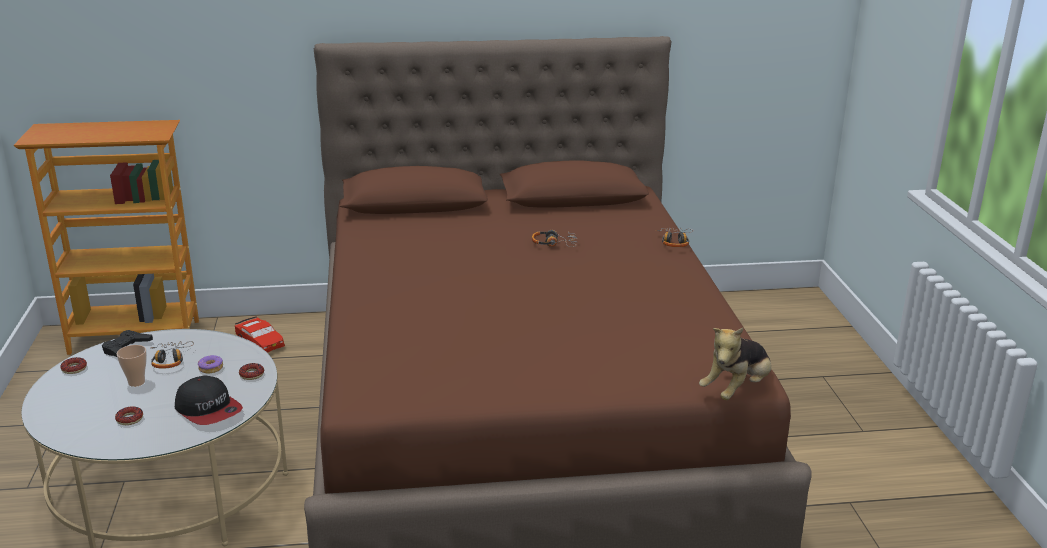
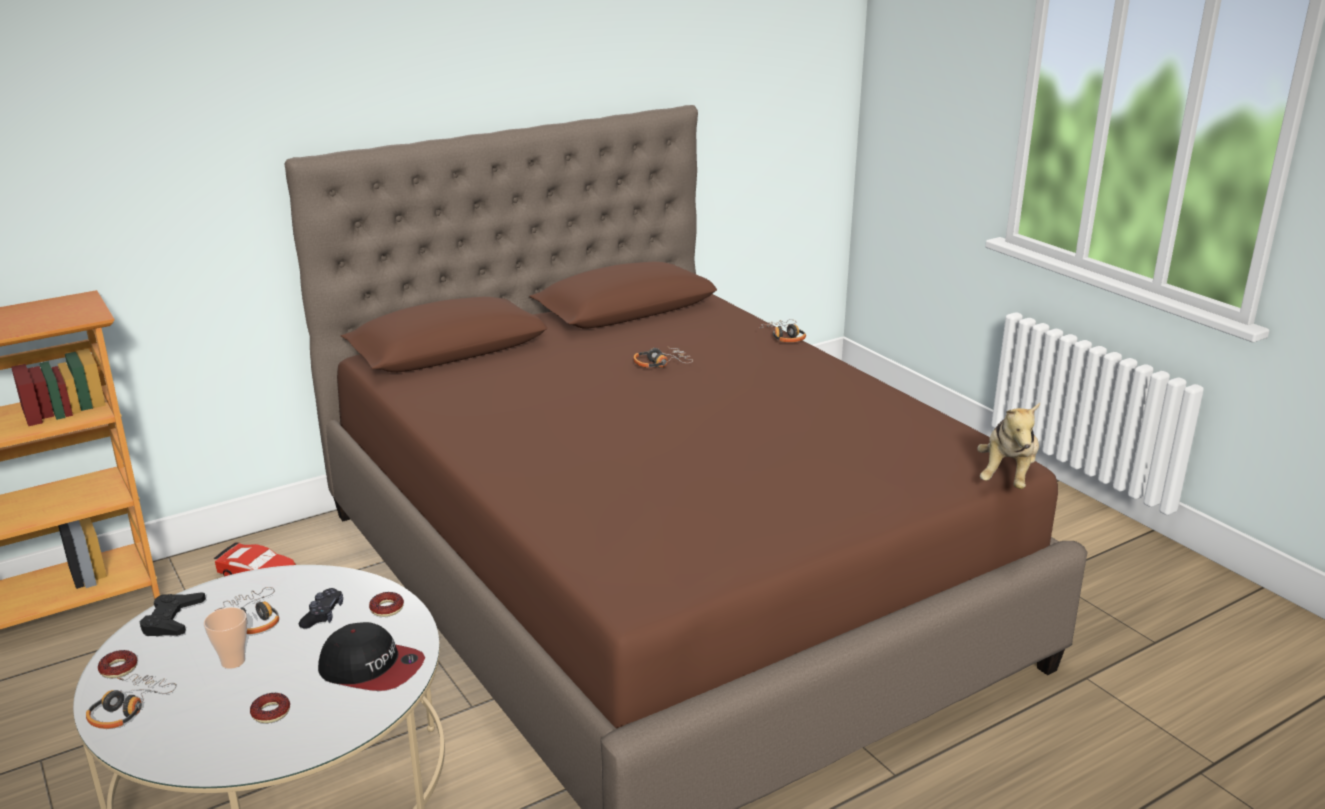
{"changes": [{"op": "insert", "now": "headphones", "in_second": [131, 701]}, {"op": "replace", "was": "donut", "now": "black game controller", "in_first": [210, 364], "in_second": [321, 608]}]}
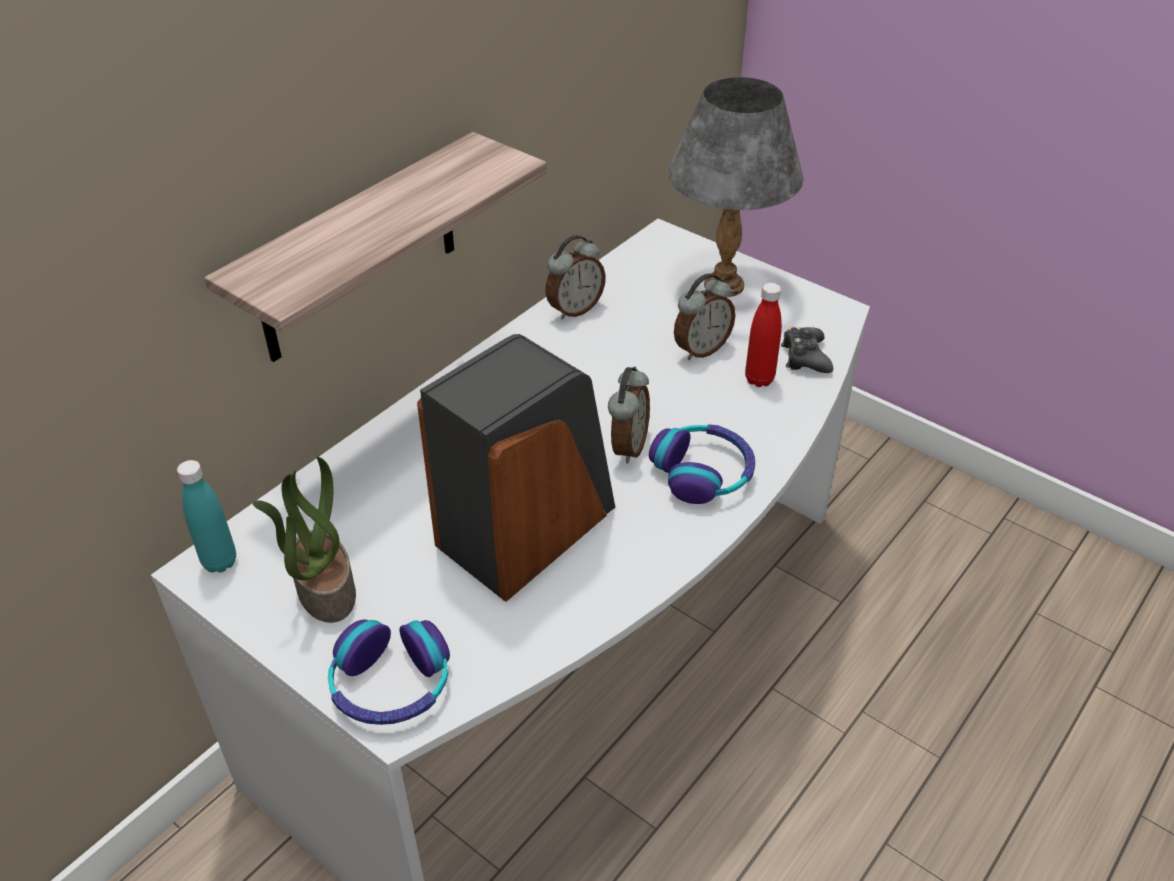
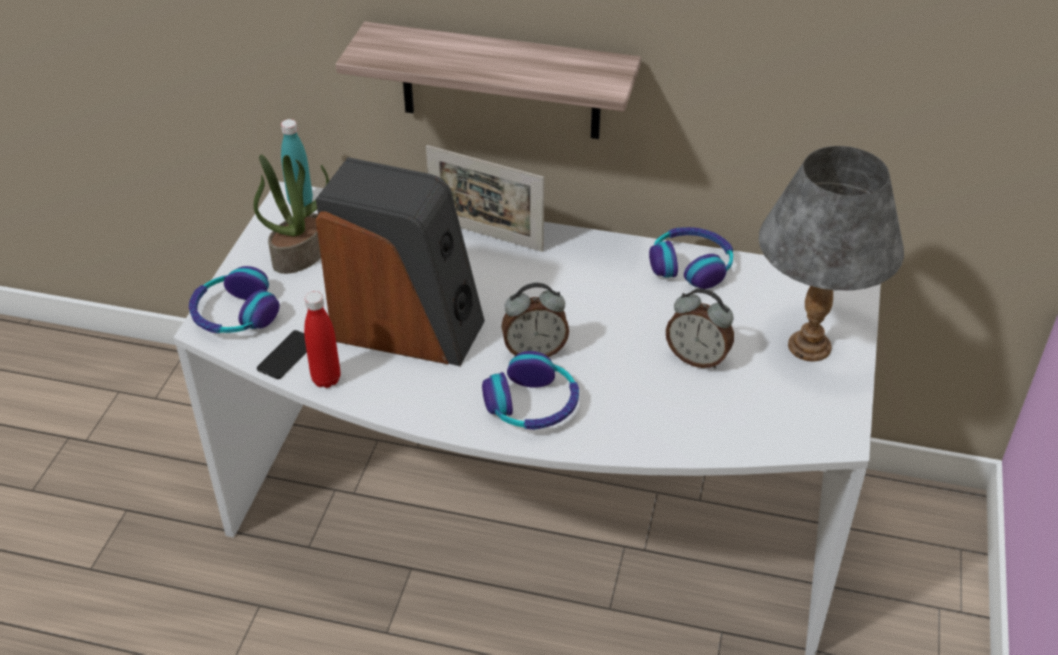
{"changes": [{"op": "delete", "was": "black game controller", "in_first": [807, 350]}, {"op": "insert", "now": "phone", "in_second": [282, 354]}, {"op": "insert", "now": "picture frame", "in_second": [485, 198]}, {"op": "move", "was": "red bottle", "in_first": [763, 335], "in_second": [322, 339]}, {"op": "replace", "was": "alarm clock", "now": "headphones", "in_first": [575, 277], "in_second": [691, 258]}]}
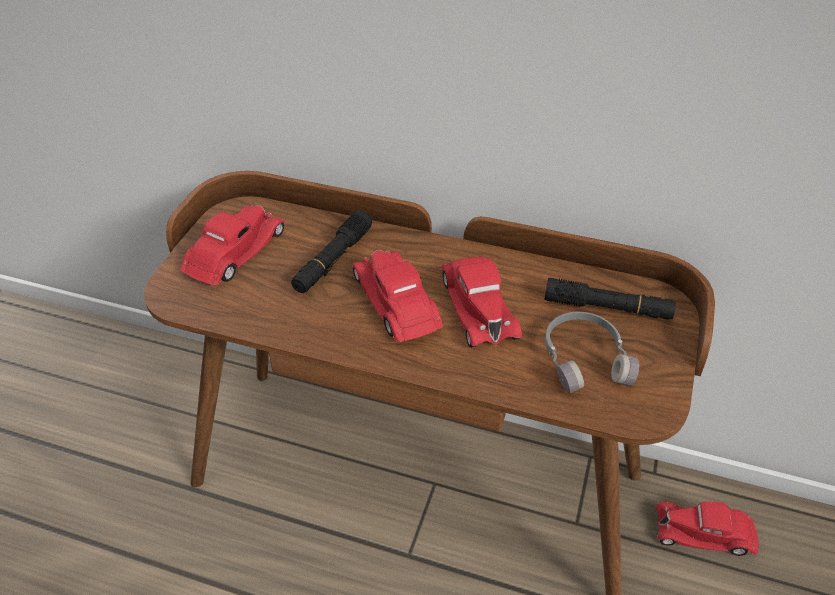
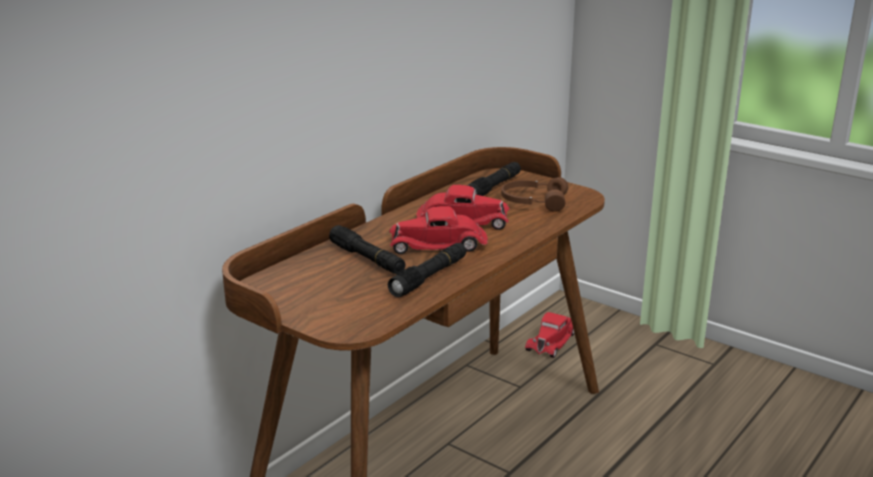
{"changes": [{"op": "delete", "was": "red toy car", "in_first": [232, 245]}, {"op": "insert", "now": "black flashlight", "in_second": [427, 270]}, {"op": "recolor", "was": "grey headphones", "now": "brown headphones", "in_first": [592, 352], "in_second": [534, 194]}]}
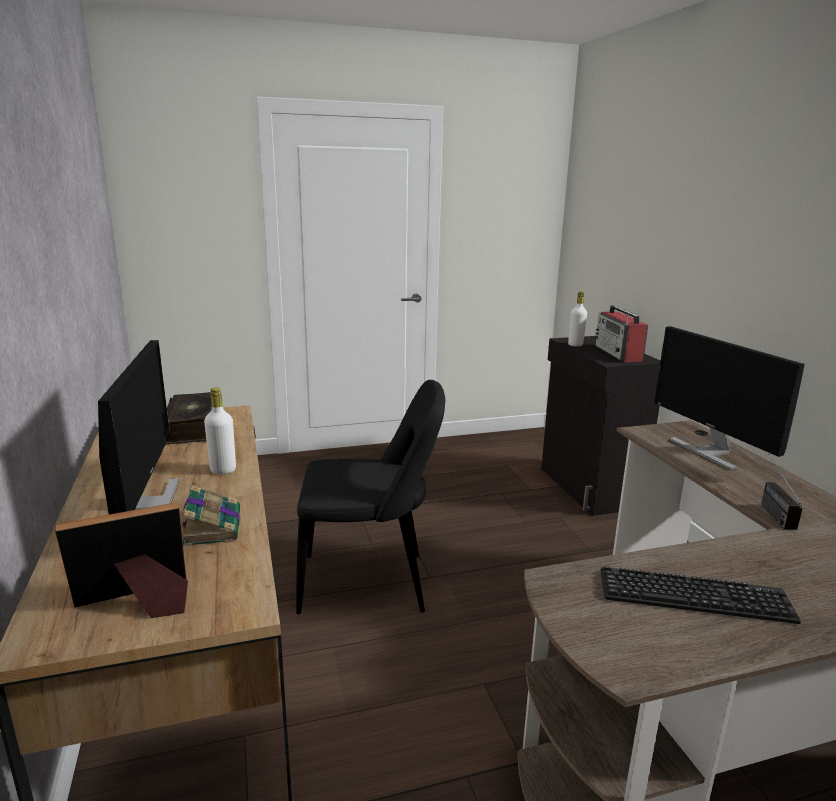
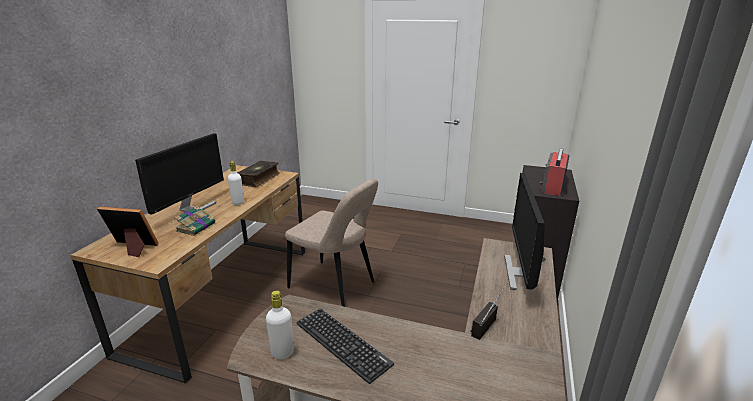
{"changes": [{"op": "move", "was": "white bottle", "in_first": [577, 319], "in_second": [280, 325]}, {"op": "recolor", "was": "black chair", "now": "beige chair", "in_first": [370, 497], "in_second": [331, 242]}]}
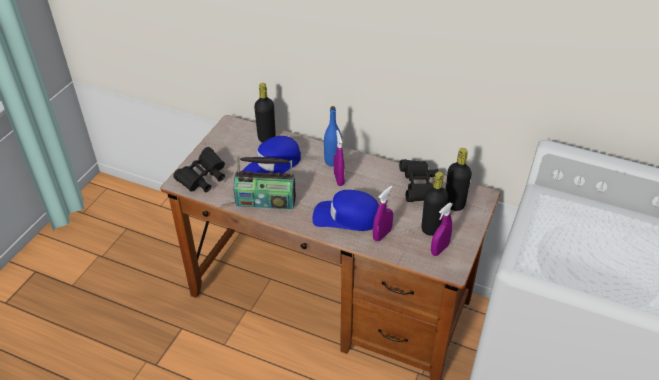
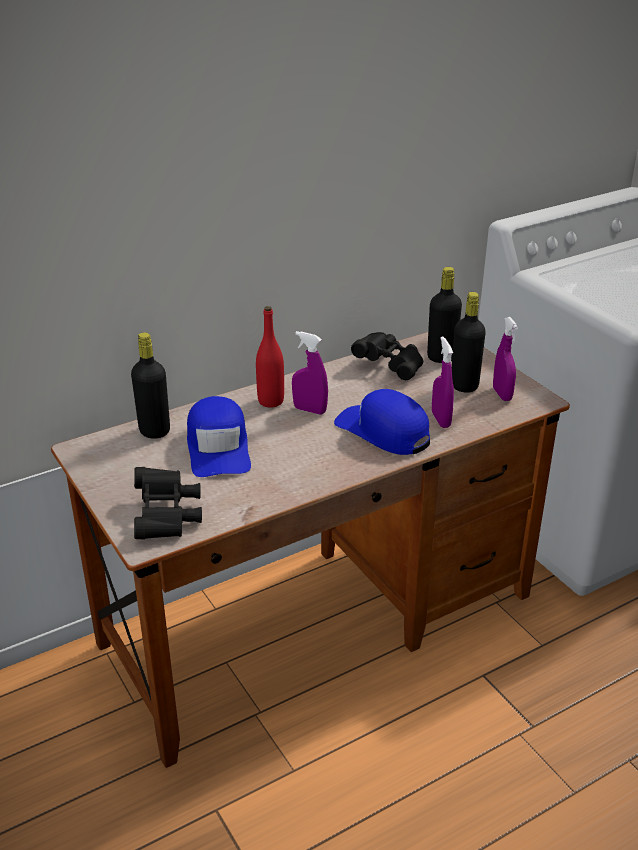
{"changes": [{"op": "delete", "was": "radio", "in_first": [264, 183]}, {"op": "recolor", "was": "blue bottle", "now": "red bottle", "in_first": [333, 136], "in_second": [270, 357]}, {"op": "rotate", "was": "blue cap", "in_first": [345, 210], "in_second": [382, 422], "clockwise": 90}]}
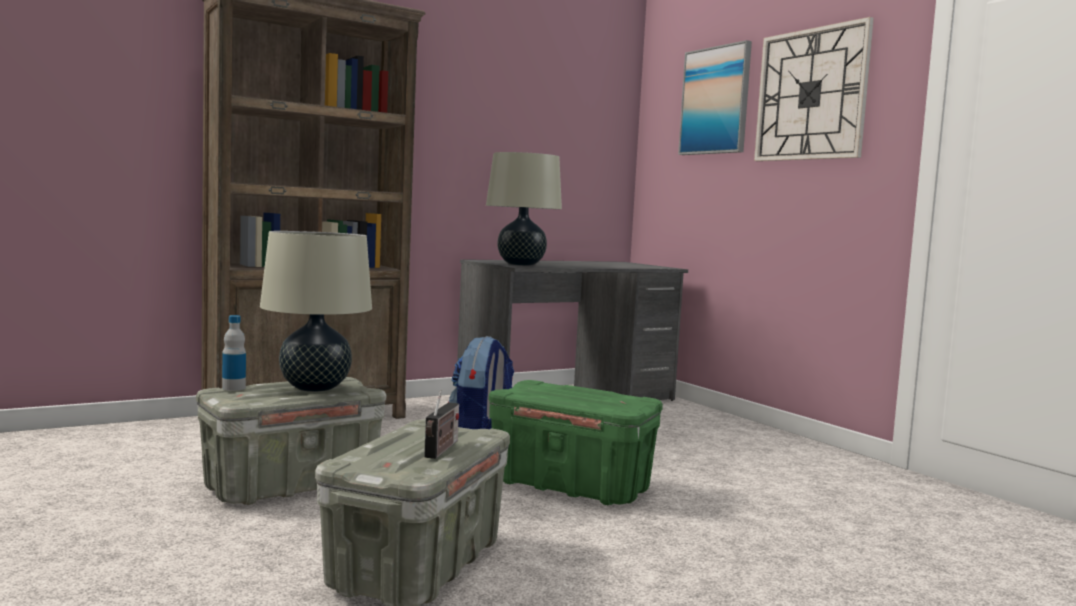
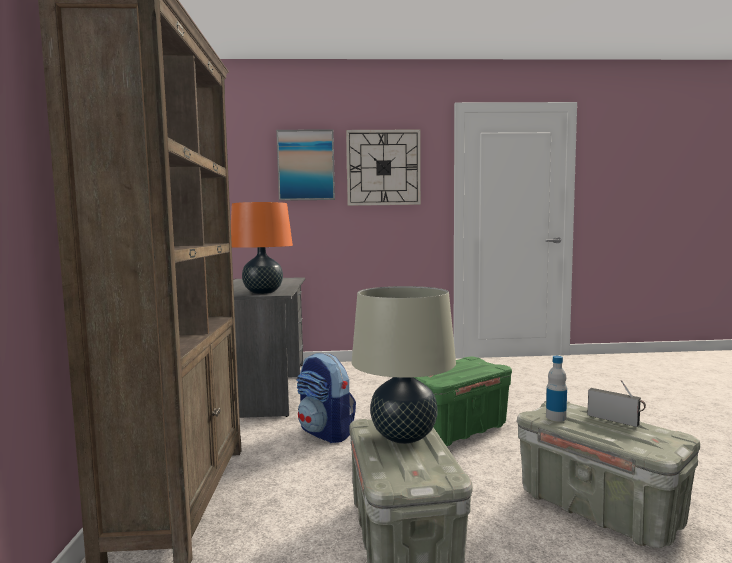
{"changes": [{"op": "move", "was": "bottle", "in_first": [234, 353], "in_second": [556, 389]}, {"op": "recolor", "was": "beige table lamp", "now": "orange table lamp", "in_first": [524, 209], "in_second": [262, 248]}]}
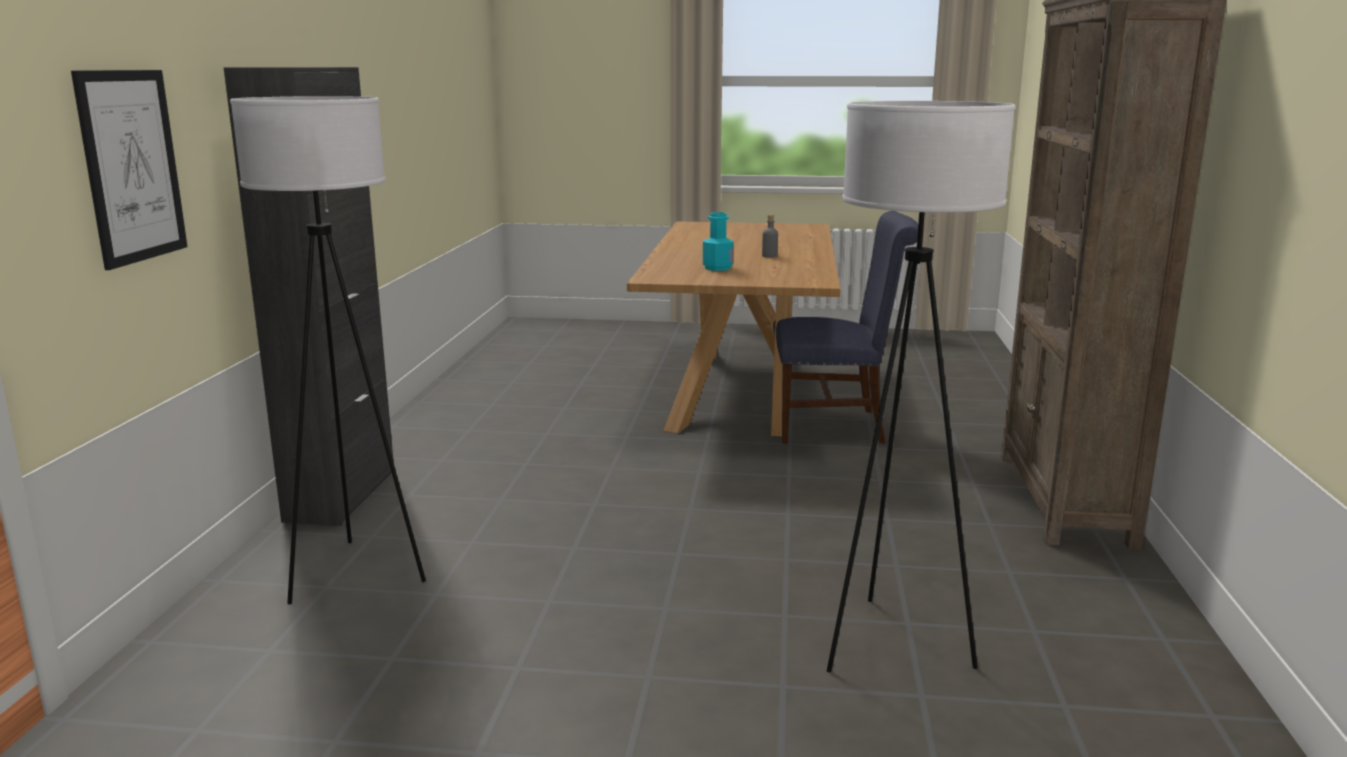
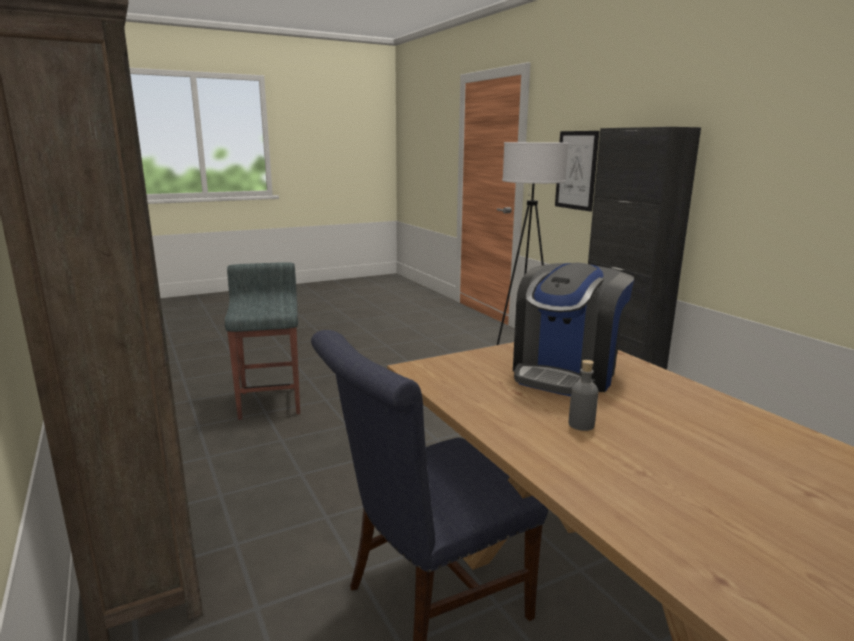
{"changes": [{"op": "replace", "was": "turquoise bottle", "now": "coffee machine", "in_first": [718, 241], "in_second": [573, 330]}, {"op": "replace", "was": "white floor lamp", "now": "grey stool", "in_first": [921, 387], "in_second": [262, 341]}]}
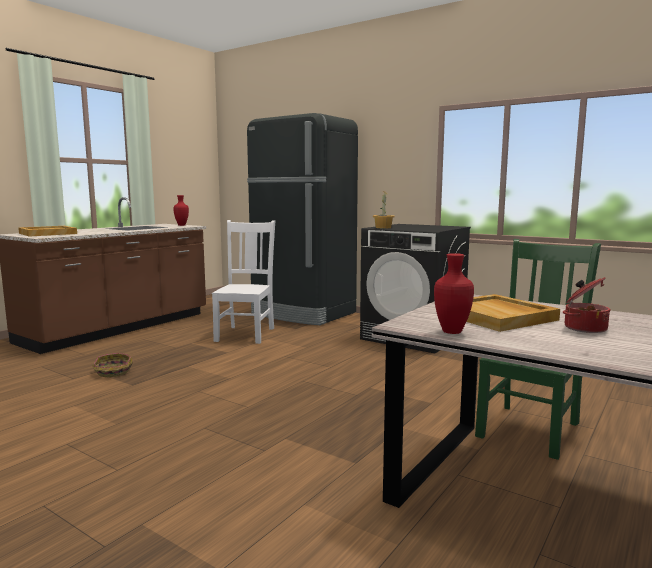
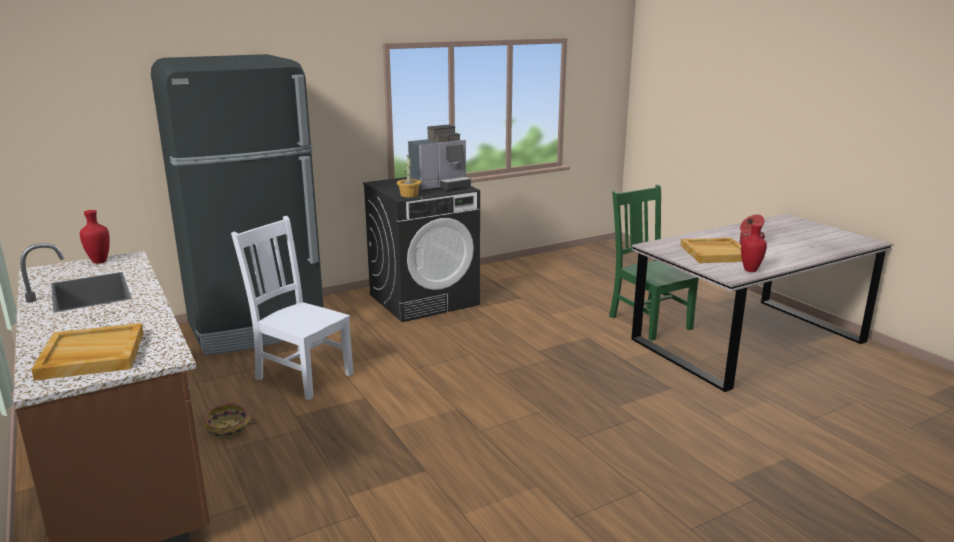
{"changes": [{"op": "insert", "now": "coffee machine", "in_second": [439, 158]}, {"op": "move", "was": "basket", "in_first": [112, 365], "in_second": [230, 421]}]}
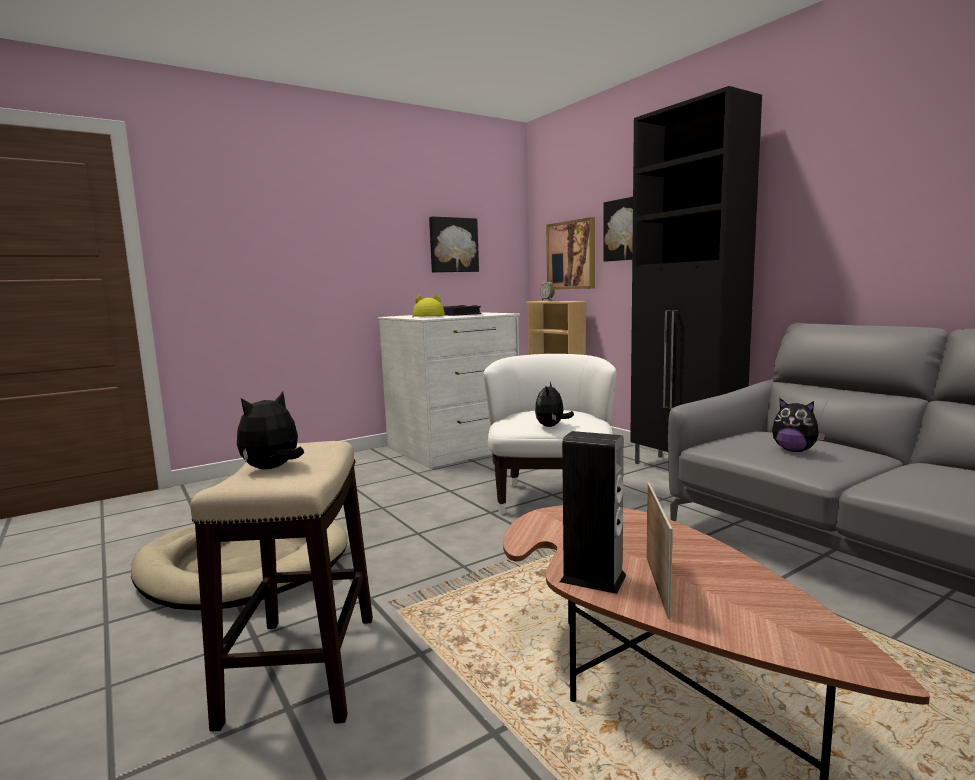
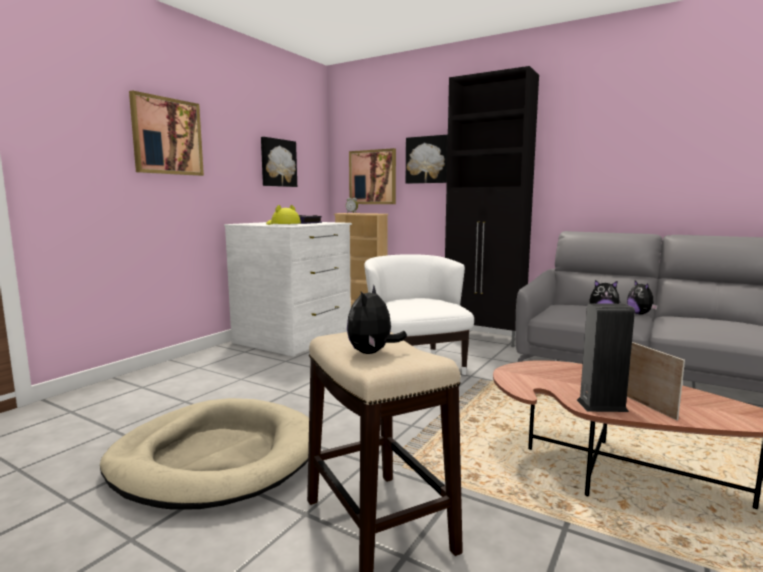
{"changes": [{"op": "insert", "now": "picture", "in_second": [166, 133]}, {"op": "move", "was": "plush toy", "in_first": [554, 404], "in_second": [642, 298]}]}
